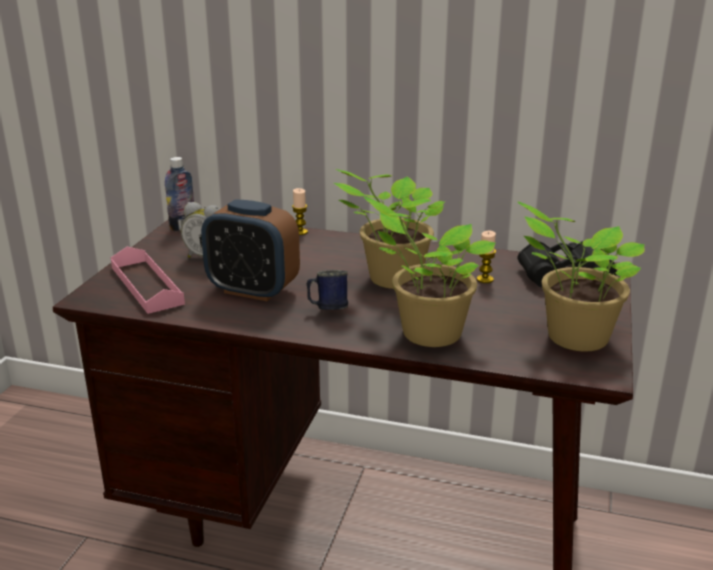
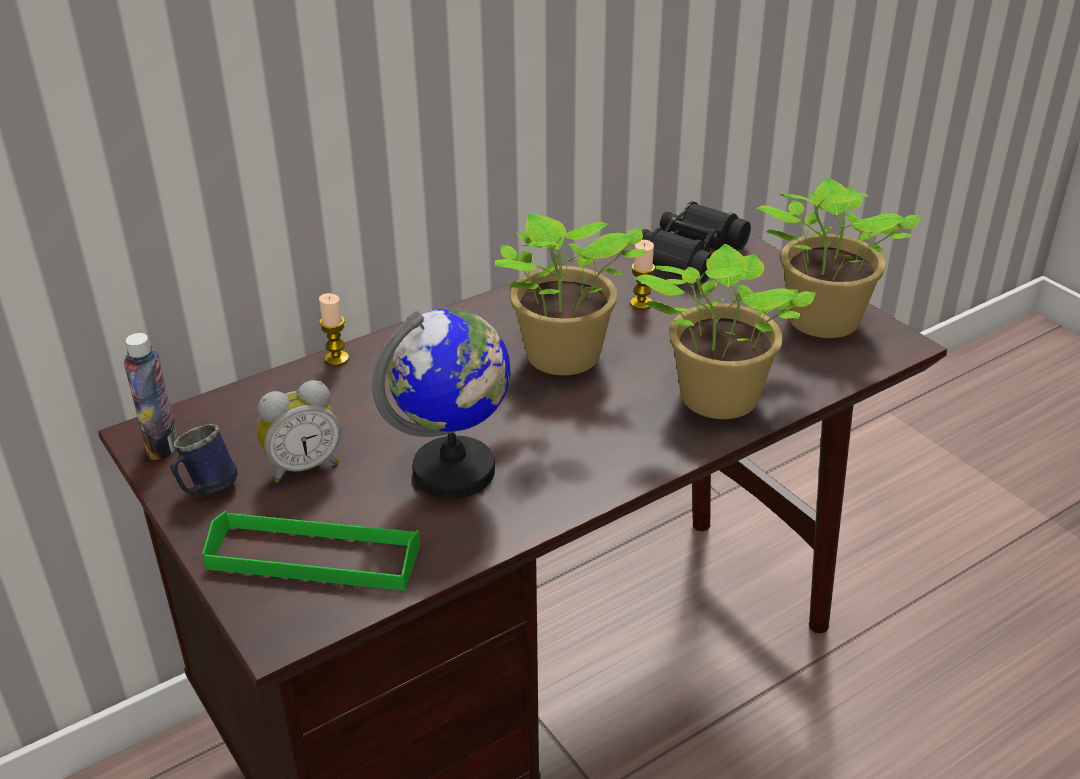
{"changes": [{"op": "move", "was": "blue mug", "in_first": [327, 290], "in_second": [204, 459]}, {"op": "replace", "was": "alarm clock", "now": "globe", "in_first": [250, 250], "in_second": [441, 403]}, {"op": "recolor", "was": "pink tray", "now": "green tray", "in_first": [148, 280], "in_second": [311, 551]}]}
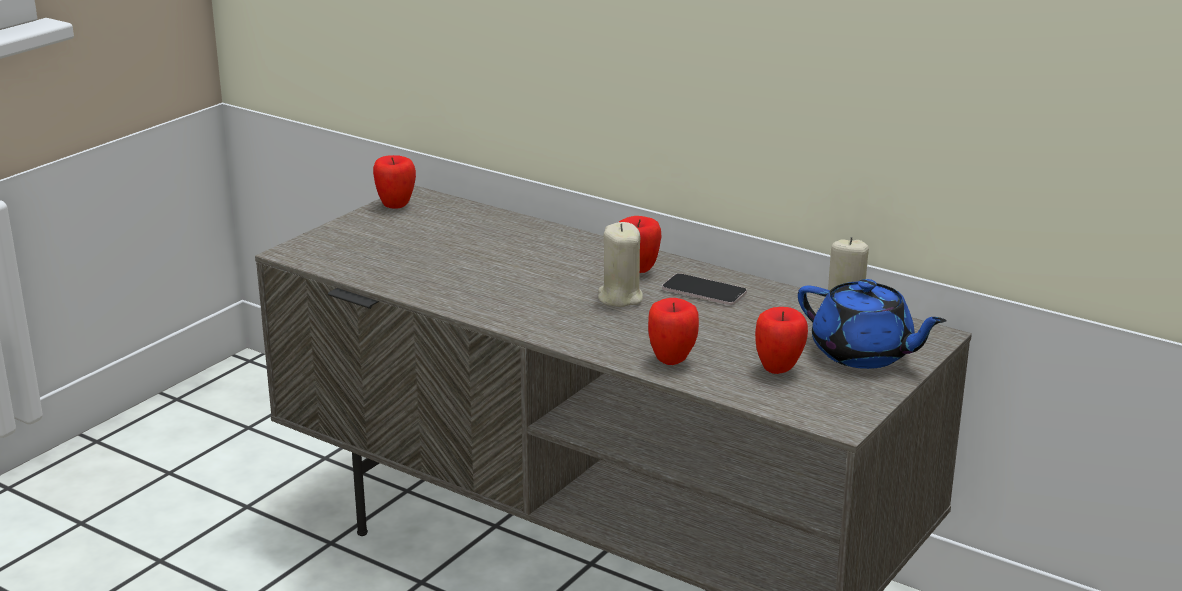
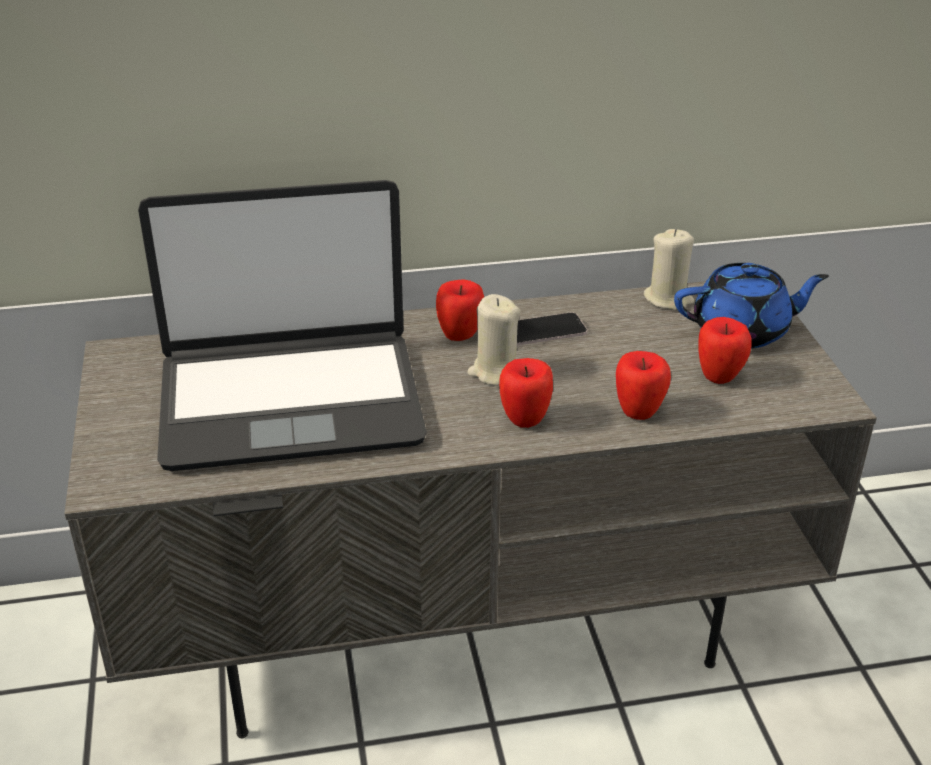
{"changes": [{"op": "insert", "now": "laptop", "in_second": [282, 325]}, {"op": "move", "was": "apple", "in_first": [394, 182], "in_second": [526, 393]}]}
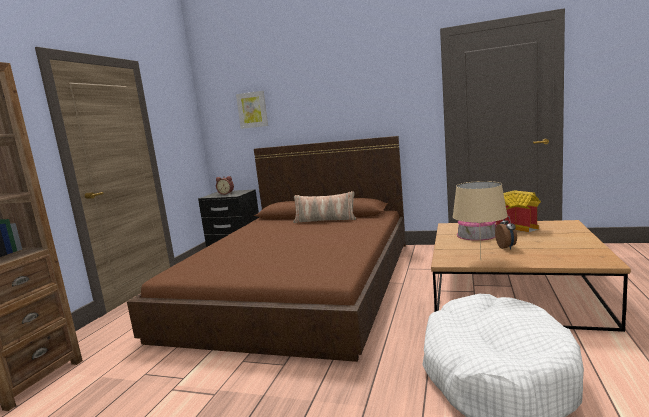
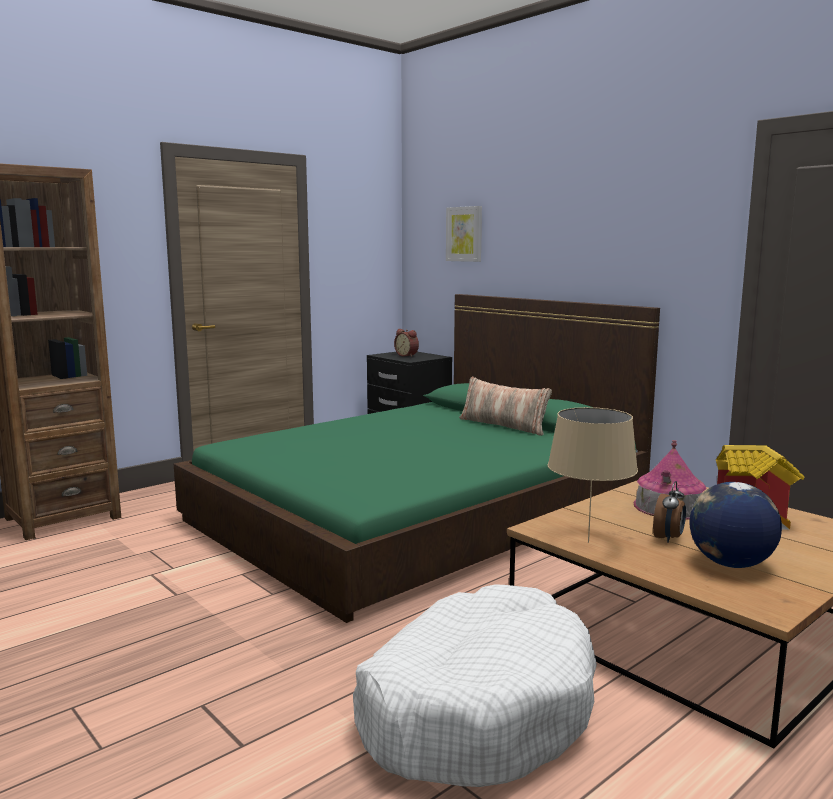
{"changes": [{"op": "insert", "now": "globe", "in_second": [735, 525]}, {"op": "recolor", "was": "brown bed", "now": "green bed", "in_first": [266, 249], "in_second": [417, 458]}]}
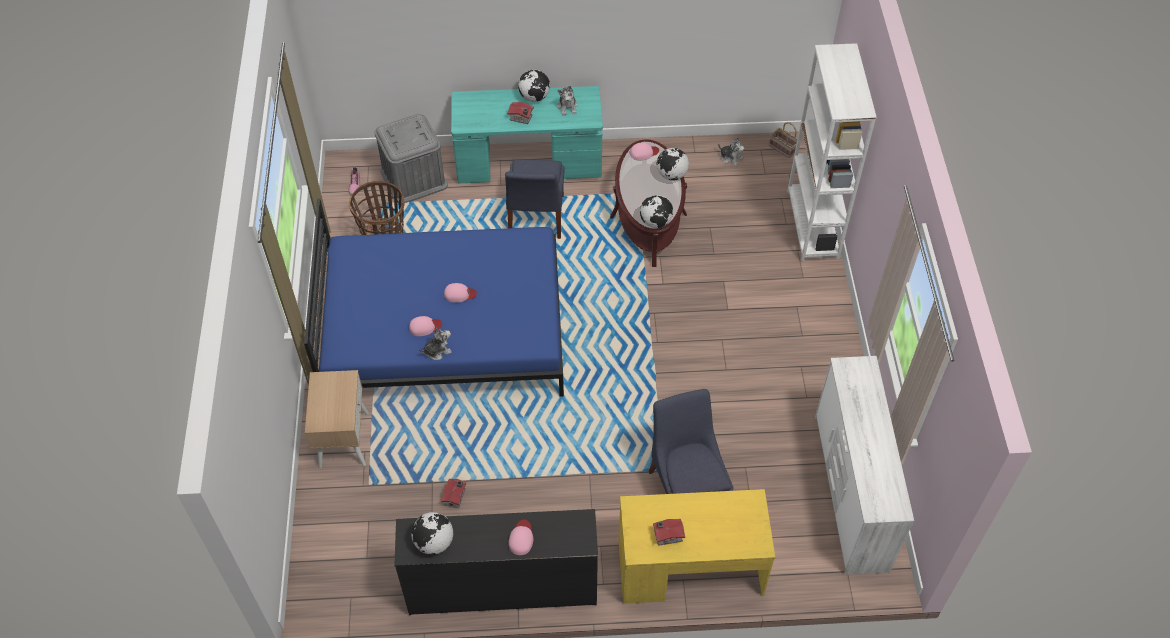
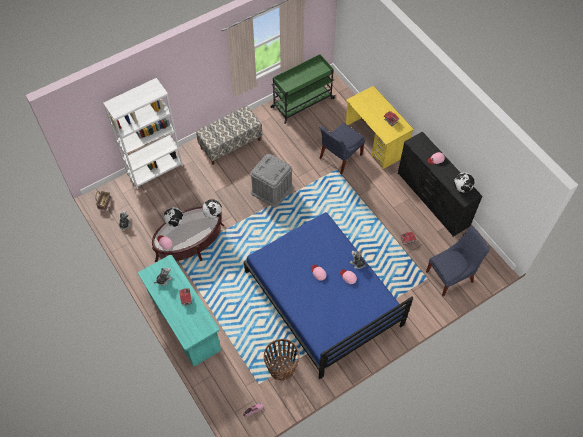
{"changes": [{"op": "delete", "was": "beige nightstand", "in_first": [337, 419]}, {"op": "delete", "was": "globe", "in_first": [534, 86]}, {"op": "insert", "now": "bench", "in_second": [229, 135]}, {"op": "move", "was": "grey storage box", "in_first": [411, 159], "in_second": [272, 181]}, {"op": "move", "was": "blue chair", "in_first": [534, 199], "in_second": [458, 261]}, {"op": "replace", "was": "white dresser", "now": "green cart", "in_first": [864, 465], "in_second": [303, 89]}]}
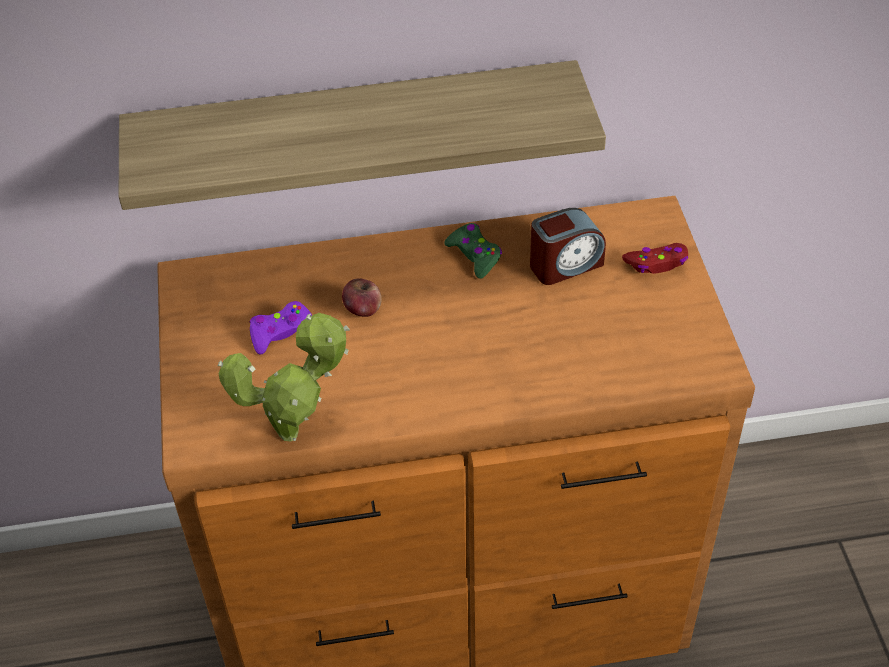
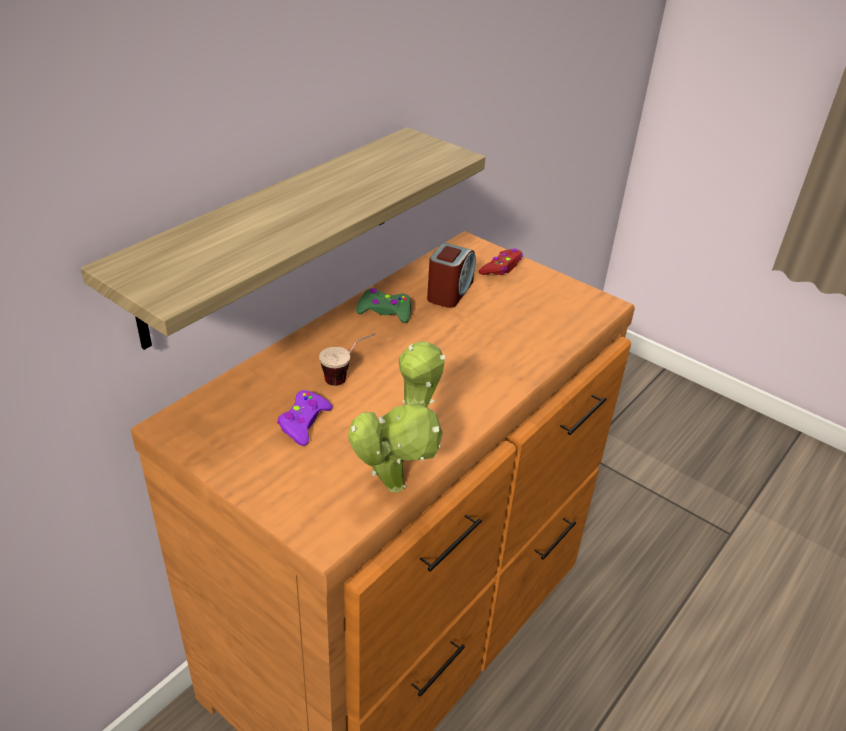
{"changes": [{"op": "replace", "was": "apple", "now": "cup", "in_first": [362, 298], "in_second": [347, 359]}]}
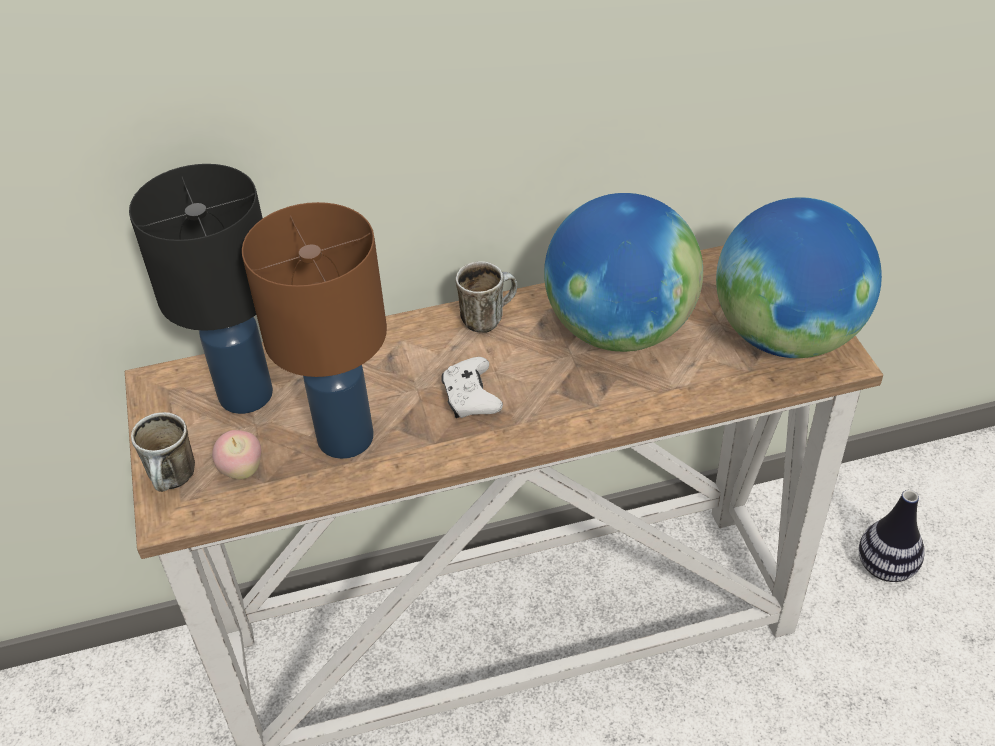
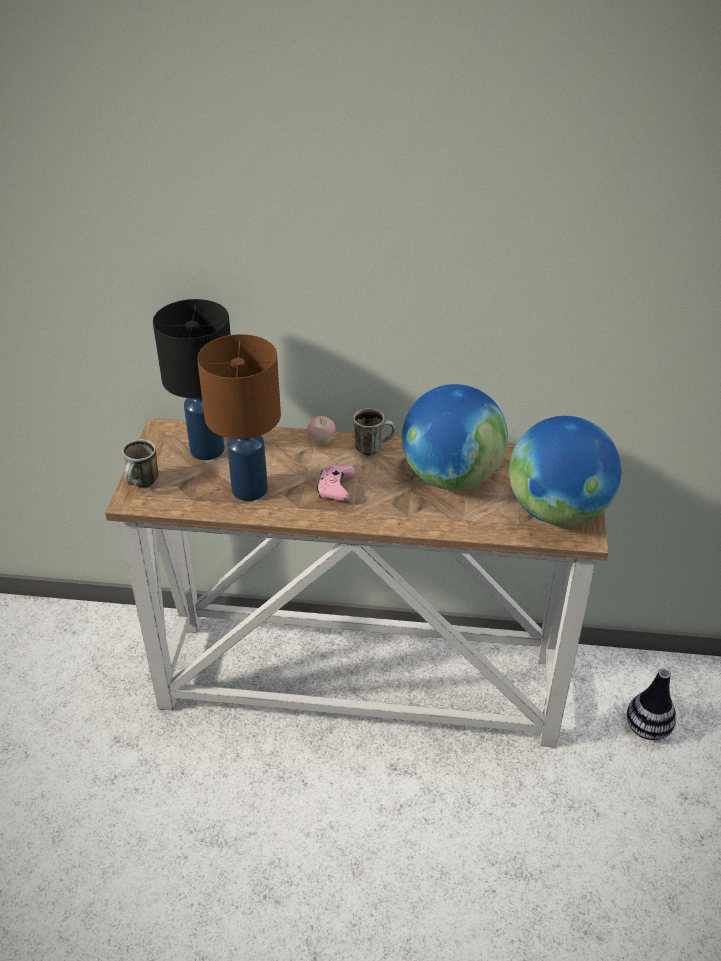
{"changes": [{"op": "move", "was": "apple", "in_first": [236, 455], "in_second": [321, 431]}, {"op": "recolor", "was": "white game controller", "now": "pink game controller", "in_first": [472, 387], "in_second": [336, 483]}]}
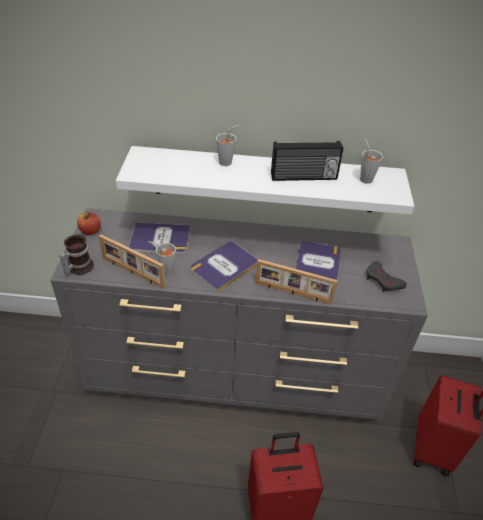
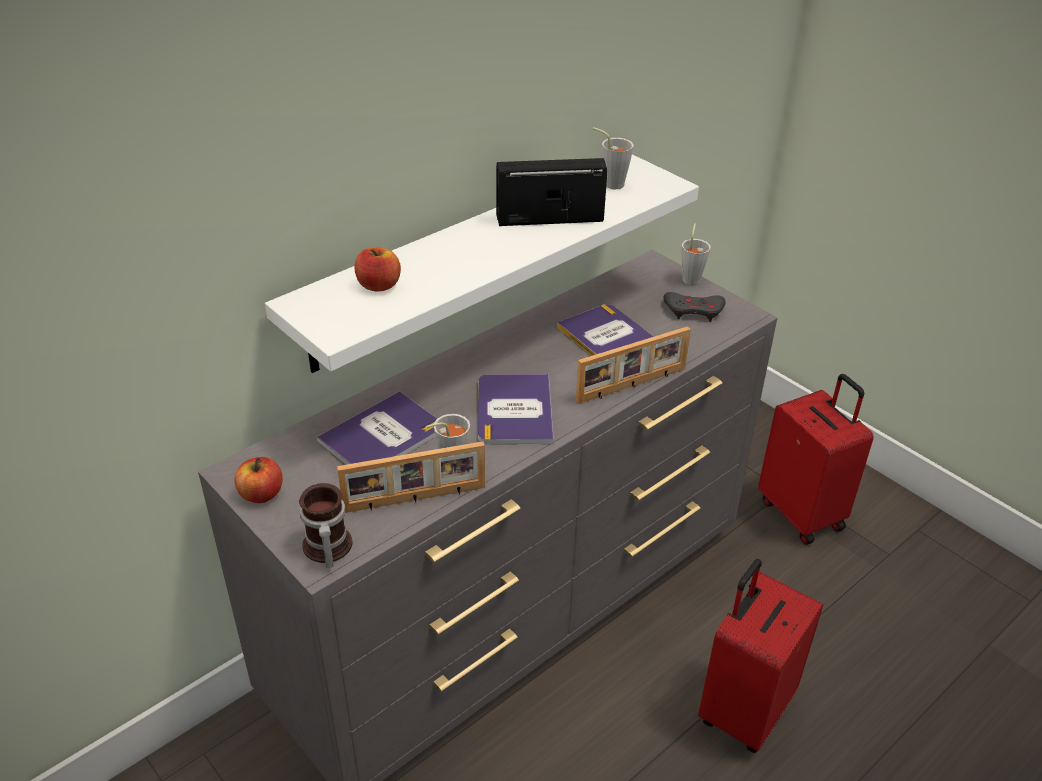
{"changes": [{"op": "insert", "now": "apple", "in_second": [378, 269]}, {"op": "move", "was": "grey cup", "in_first": [227, 145], "in_second": [696, 254]}, {"op": "rotate", "was": "radio", "in_first": [307, 161], "in_second": [551, 192], "clockwise": -135}]}
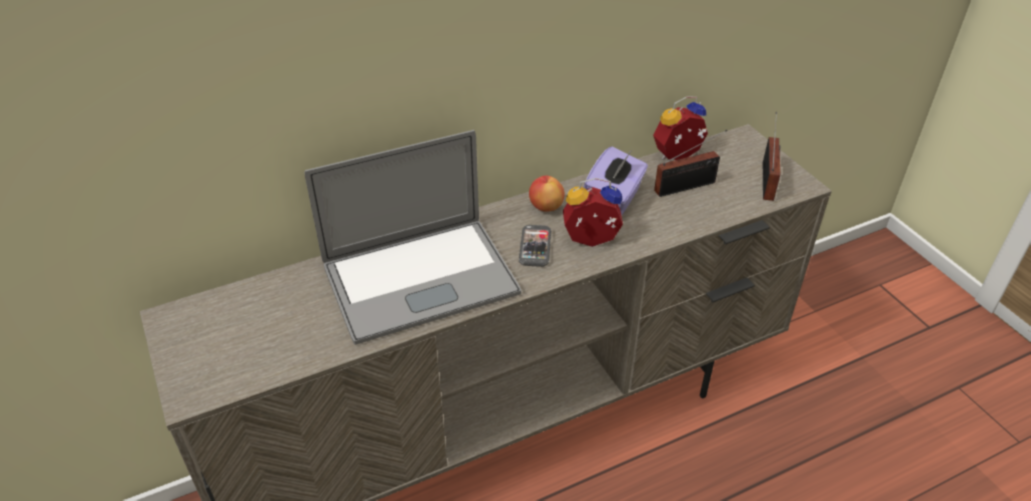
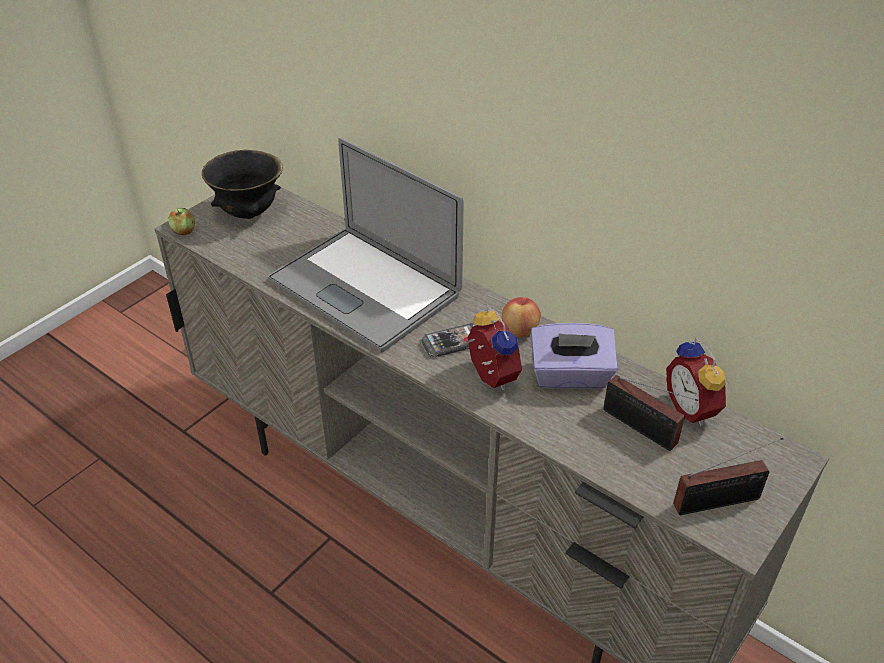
{"changes": [{"op": "insert", "now": "apple", "in_second": [181, 221]}, {"op": "insert", "now": "black bowl", "in_second": [242, 184]}, {"op": "rotate", "was": "alarm clock", "in_first": [680, 128], "in_second": [698, 382], "clockwise": -150}]}
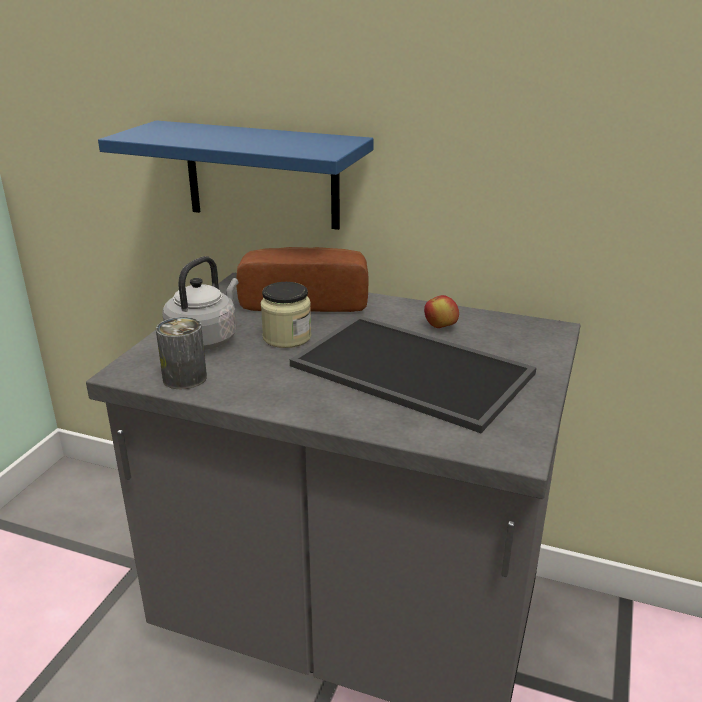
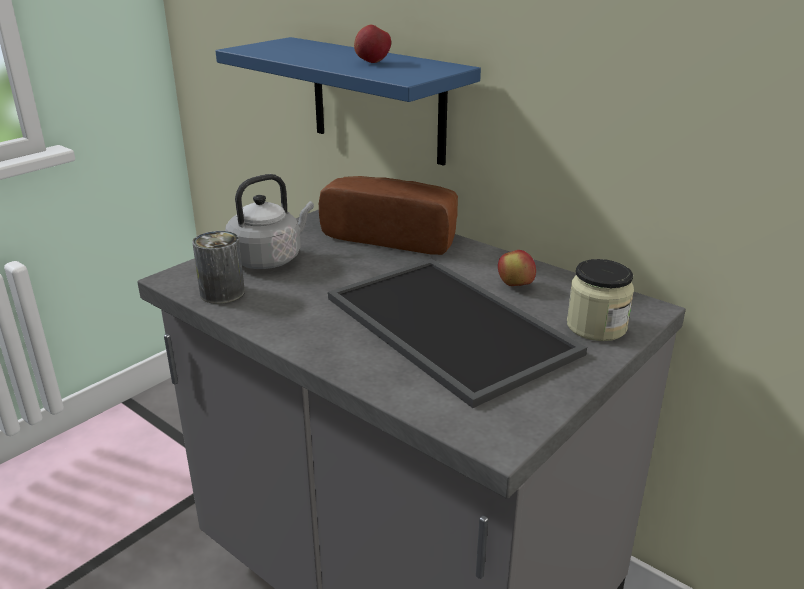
{"changes": [{"op": "insert", "now": "apple", "in_second": [372, 44]}, {"op": "move", "was": "jar", "in_first": [285, 315], "in_second": [600, 300]}]}
